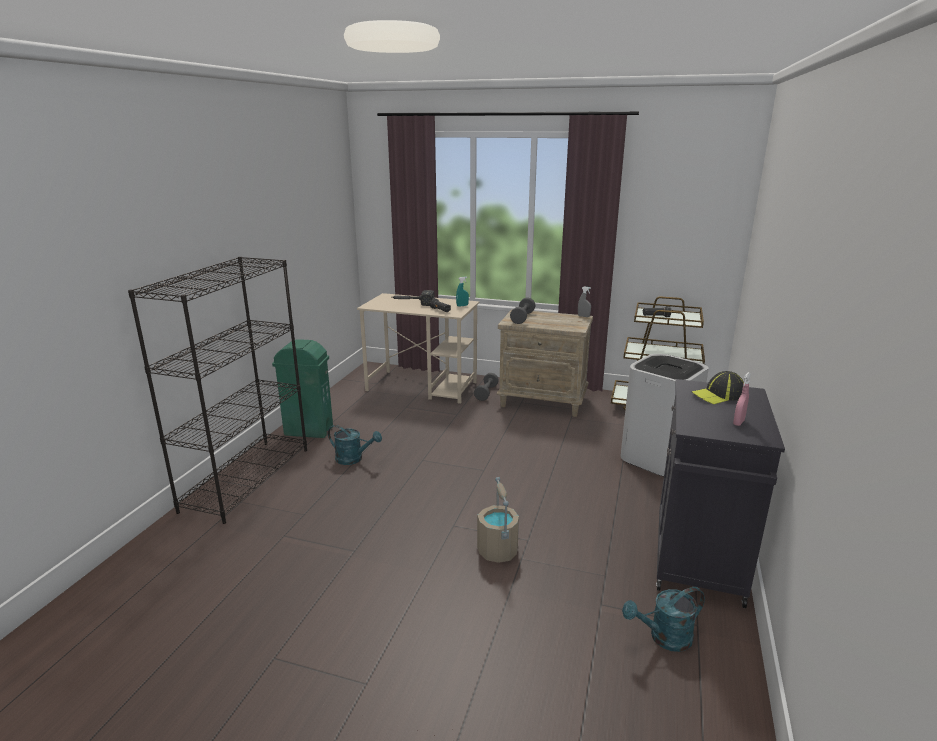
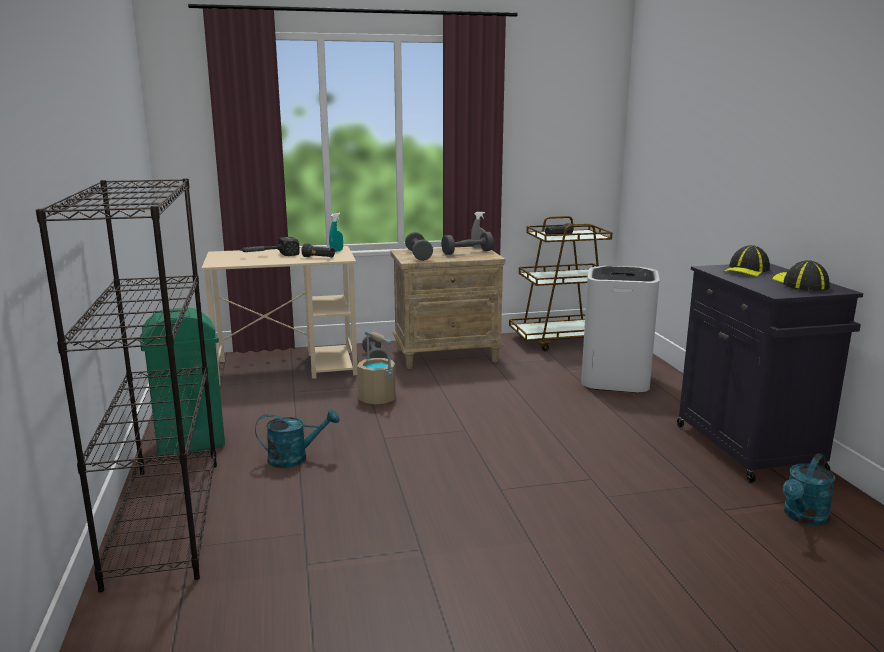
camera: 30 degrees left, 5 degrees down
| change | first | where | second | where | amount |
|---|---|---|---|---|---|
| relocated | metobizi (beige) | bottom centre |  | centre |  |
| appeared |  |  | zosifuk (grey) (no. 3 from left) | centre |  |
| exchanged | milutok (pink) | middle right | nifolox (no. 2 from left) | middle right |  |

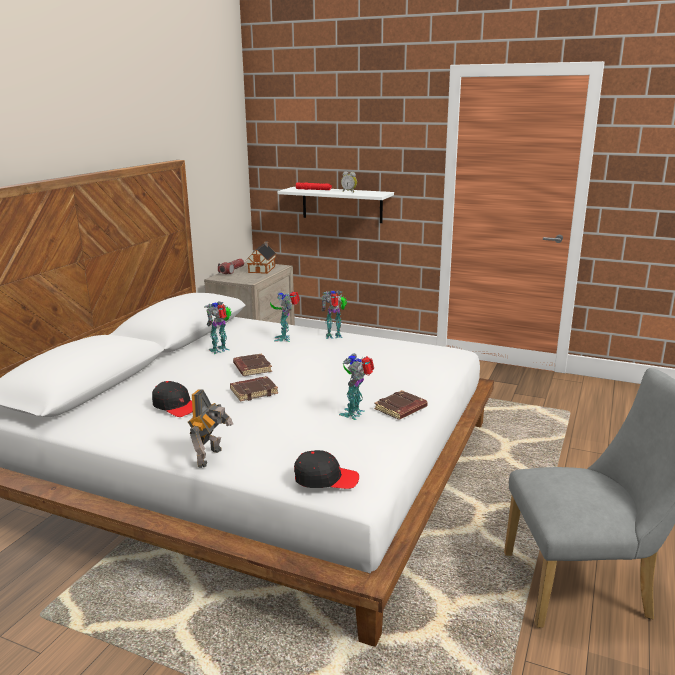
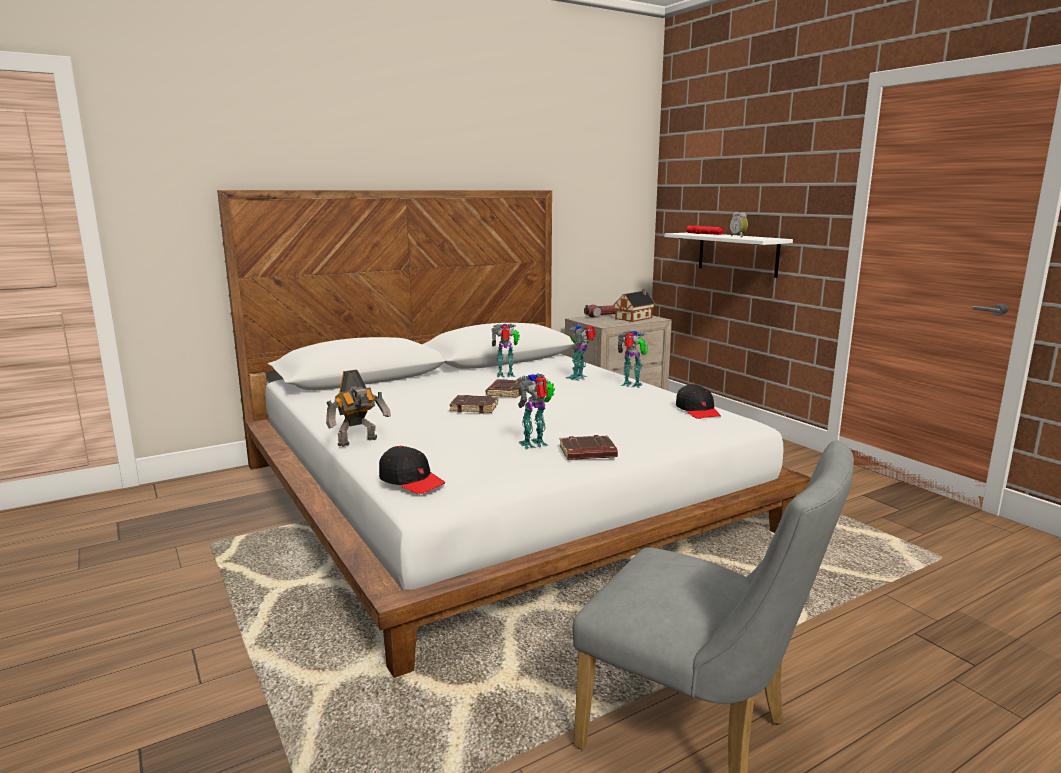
camera: 35 degrees right, 5 degrees down
| change | first | where | second | where | amount |
|---|---|---|---|---|---|
| relocated | nifolox (black) (no. 1 from left in the first image) | middle left | nifolox (black) (no. 2 from left) | centre |  |

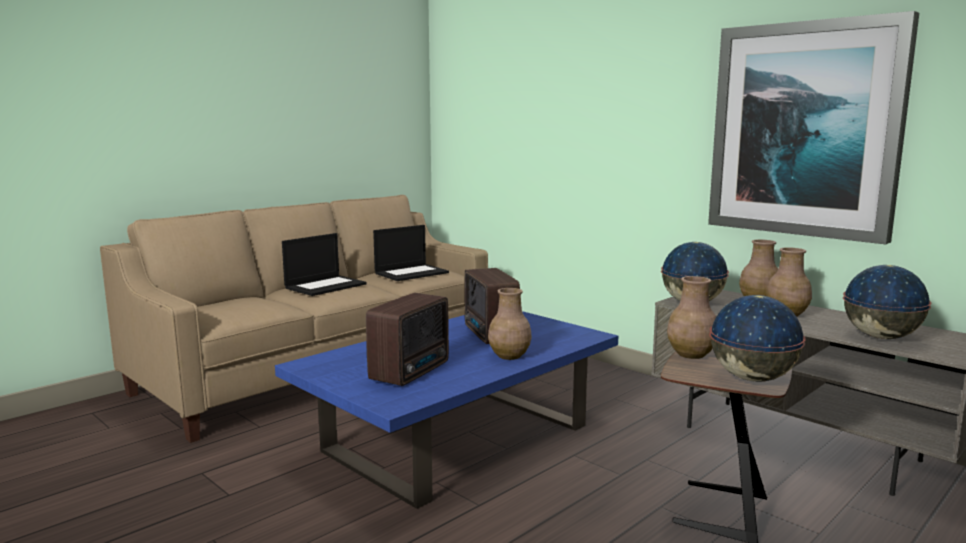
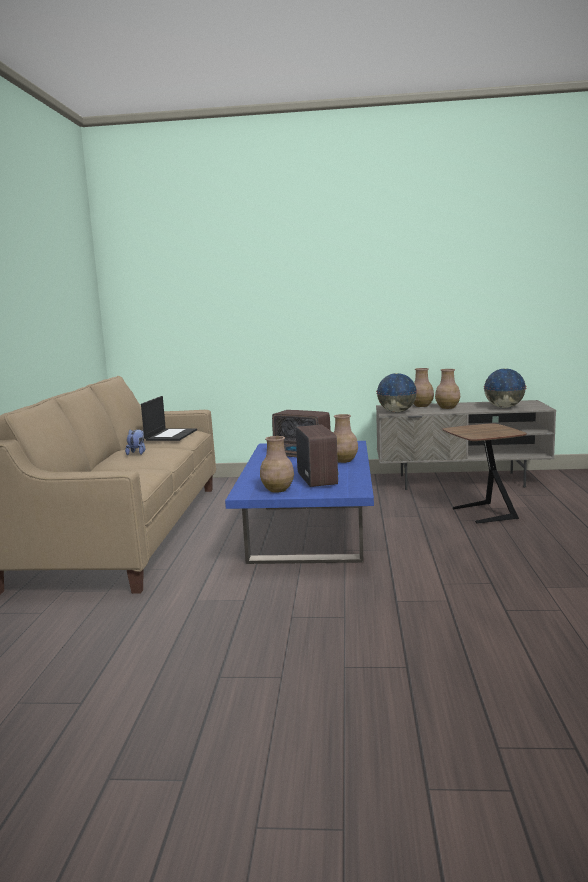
camera: 40 degrees left, 0 degrees up
| change | first | where | second | where | amount |
|---|---|---|---|---|---|
| exchanged | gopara (no. 1 from left) | centre | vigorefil | middle left |  |
| relocated | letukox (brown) (no. 2 from left in the first image) | middle right | letukox (brown) (no. 1 from left) | centre |  |
| missing | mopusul | top right |  |  |  |
| missing | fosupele (no. 2 from left) | middle right |  |  |  |

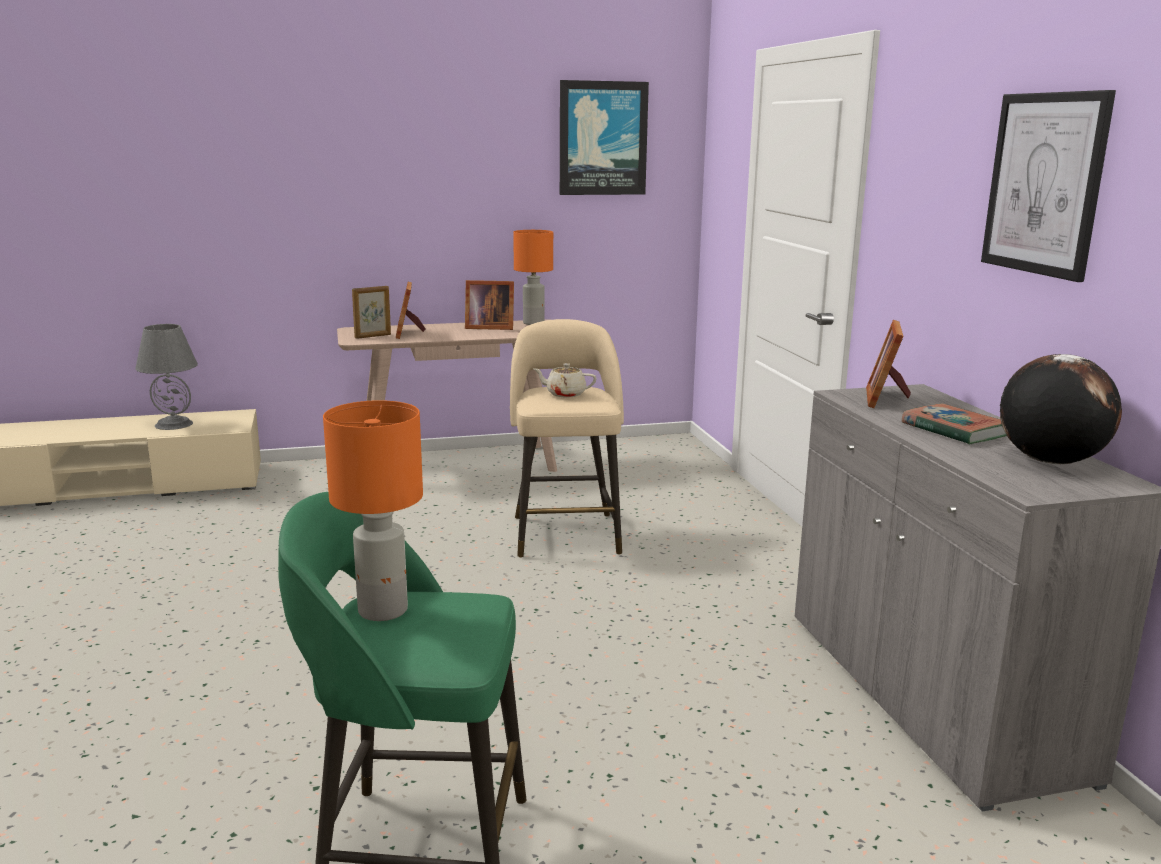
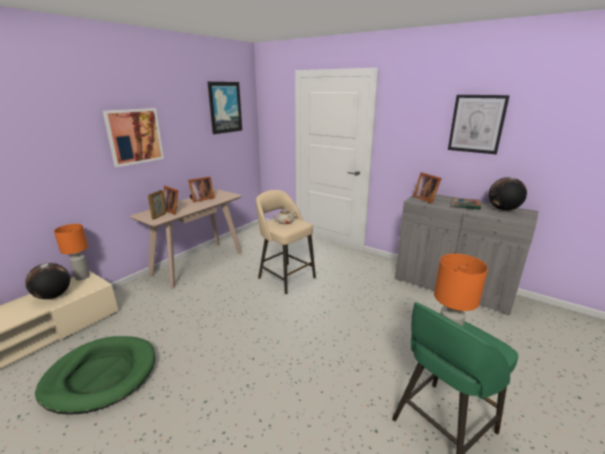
camera: 40 degrees left, 5 degrees up
| change | first | where | second | where | amount |
|---|---|---|---|---|---|
| exchanged | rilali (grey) | middle left | fosupele (no. 1 from left) | middle left |  |
| appeared |  |  | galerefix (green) | bottom left |  |
| relocated | rilali (orange) (no. 2 from left in the first image) | top centre | rilali (orange) (no. 1 from left) | middle left |  |
| appeared |  |  | mopusul (no. 1 from left) | top left |  |

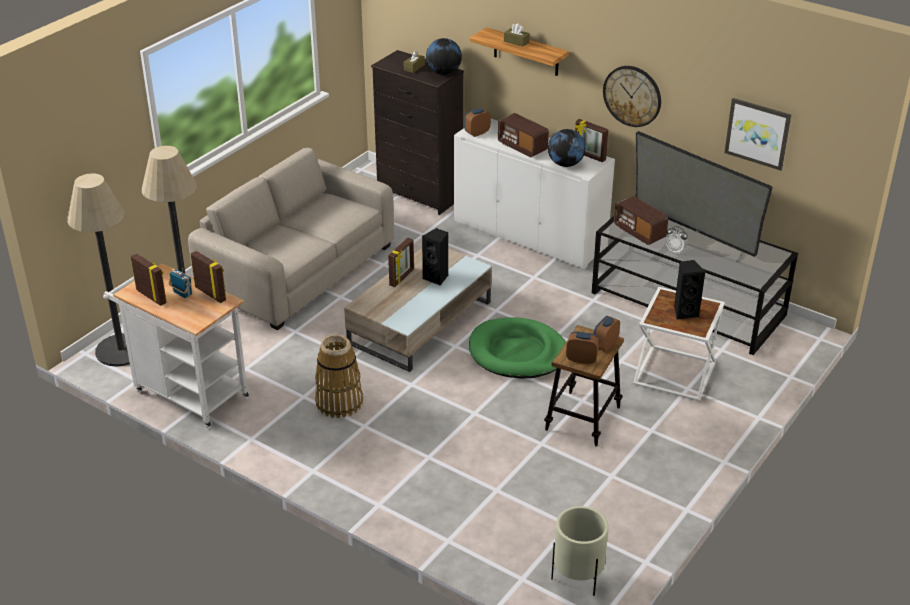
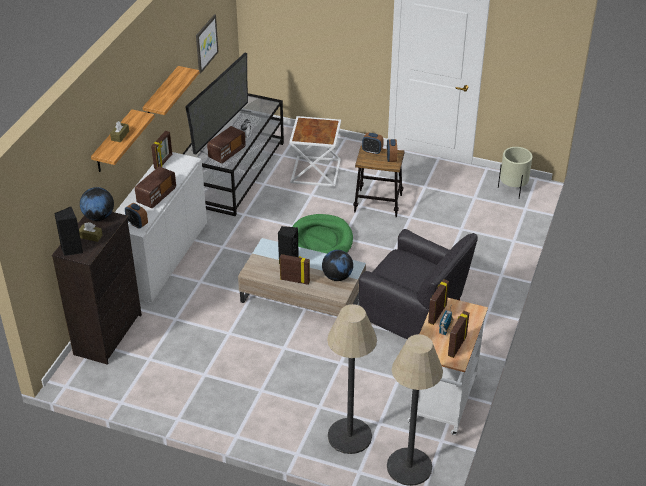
camera: 105 degrees left, 5 degrees up
| change | first | where | second | where | amount |
|---|---|---|---|---|---|
| relocated | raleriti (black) (no. 2 from left in the first image) | middle right | raleriti (black) (no. 1 from left) | middle left |  |
| exchanged | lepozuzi | top right | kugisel (no. 2 from left) | top left |  |
| relocated | fosupele (no. 2 from left) | top centre |  | centre |  |
| exchanged | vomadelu | centre | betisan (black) | centre |  |
| missing | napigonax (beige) | middle left |  |  |  |

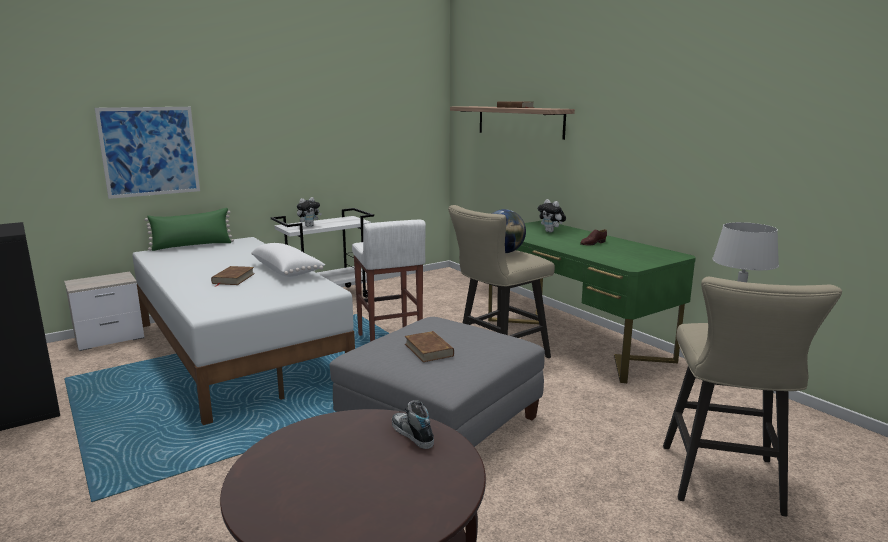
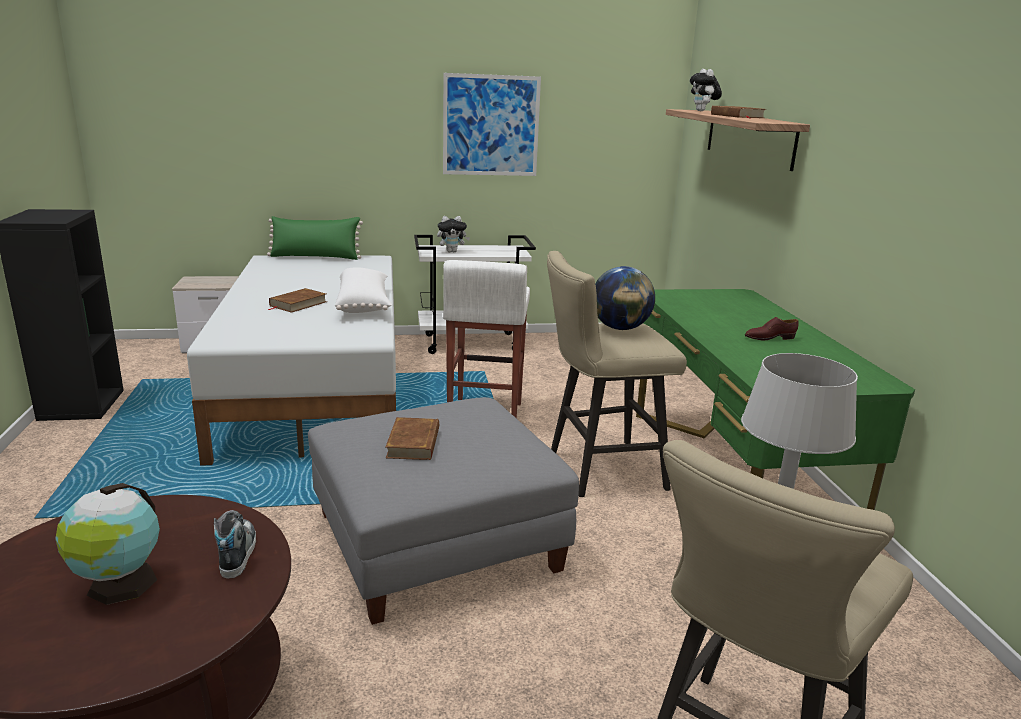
camera: 25 degrees right, 5 degrees up
| change | first | where | second | where | amount |
|---|---|---|---|---|---|
| appeared |  |  | fosupele (no. 1 from left) | bottom left |  |
| relocated | mopusul | top left |  | top centre |  |
| relocated | vigorefil (no. 2 from left) | centre |  | top right |  |

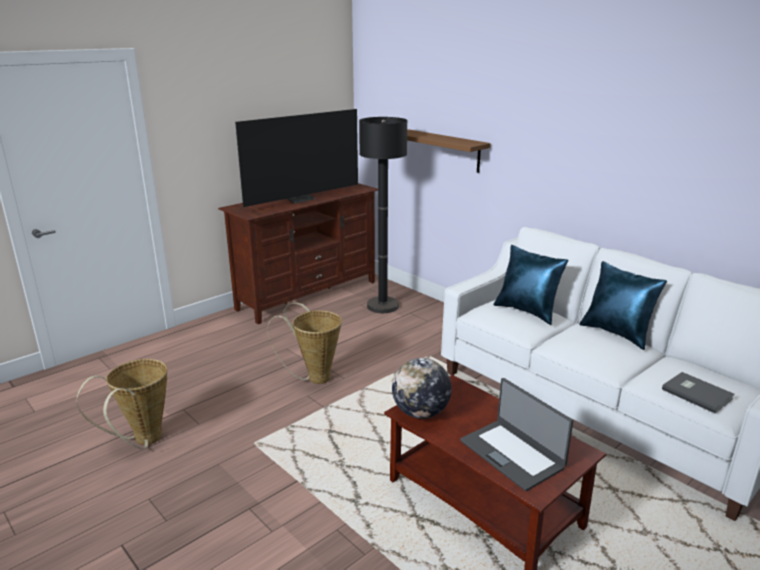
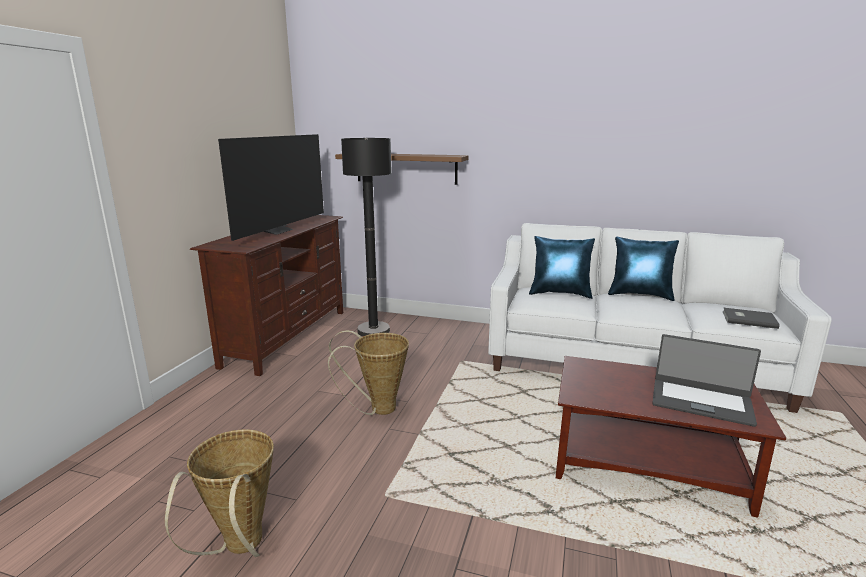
camera: 30 degrees left, 5 degrees down
| change | first | where | second | where | amount |
|---|---|---|---|---|---|
| missing | fosupele | bottom centre |  |  |  |

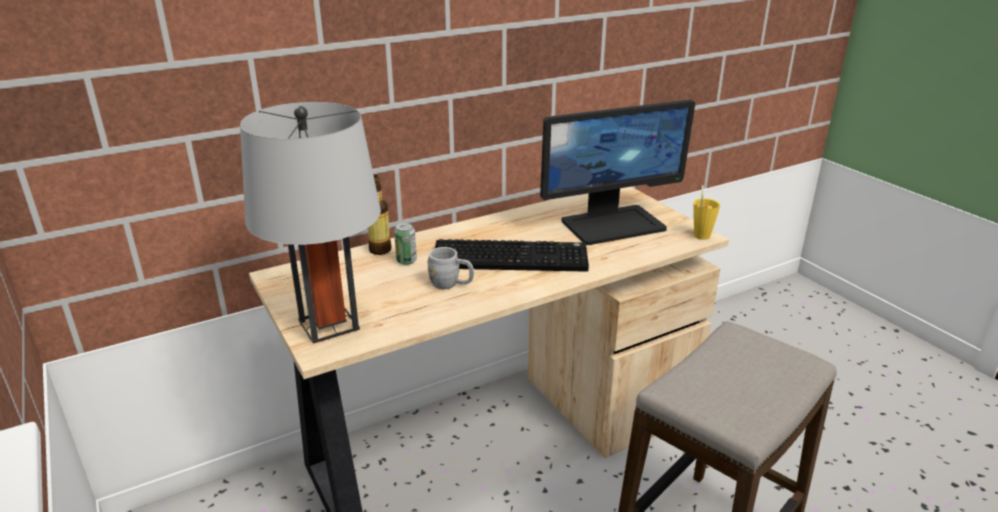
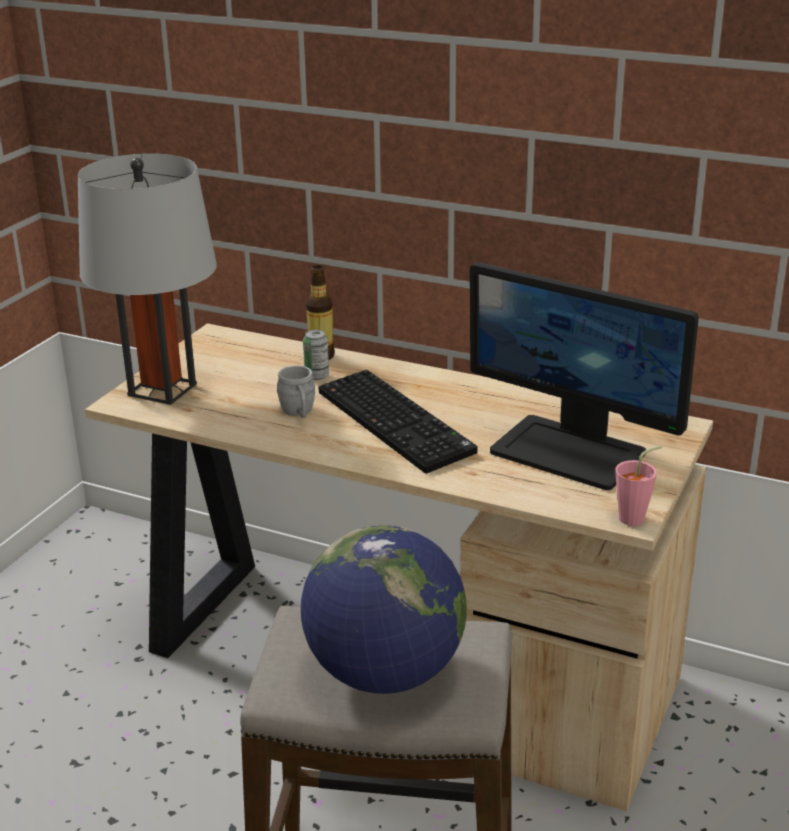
camera: 55 degrees right, 0 degrees up
| change | first | where | second | where | amount |
|---|---|---|---|---|---|
| appeared |  |  | fosupele | bottom centre |  |
| colour | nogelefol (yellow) | middle right | nogelefol (pink) | middle right |  |

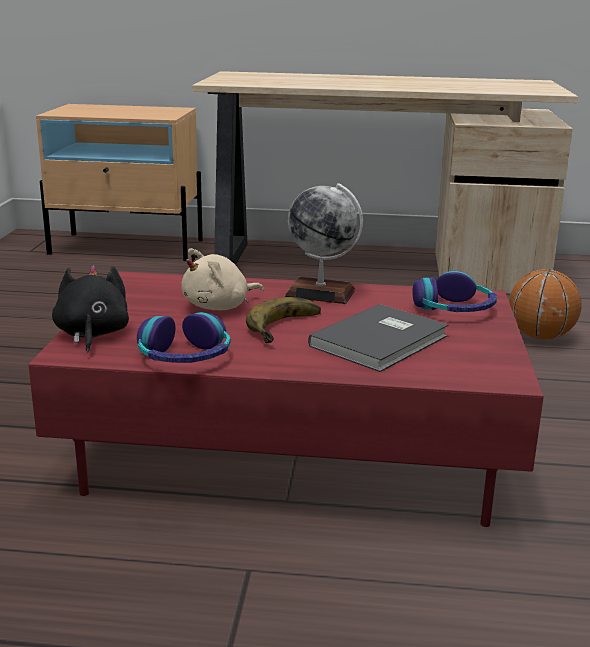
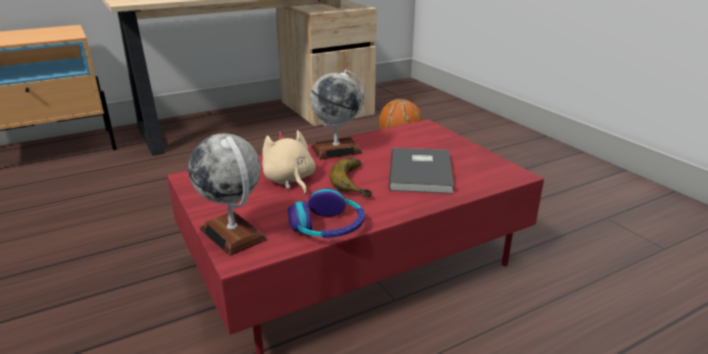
camera: 35 degrees left, 5 degrees up
| change | first | where | second | where | amount |
|---|---|---|---|---|---|
| exchanged | vigorefil (black) | middle left | fosupele (no. 1 from left) | middle left |  |
| spun | vigorefil (beige) | centre |  | centre | 135 degrees clockwise |
| missing | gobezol (no. 2 from left) | middle right |  |  |  |

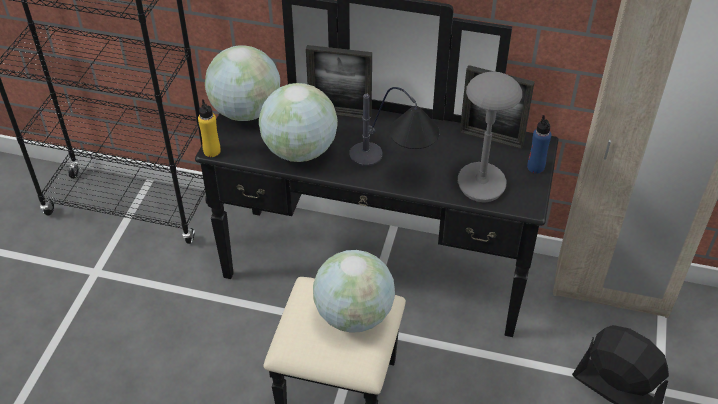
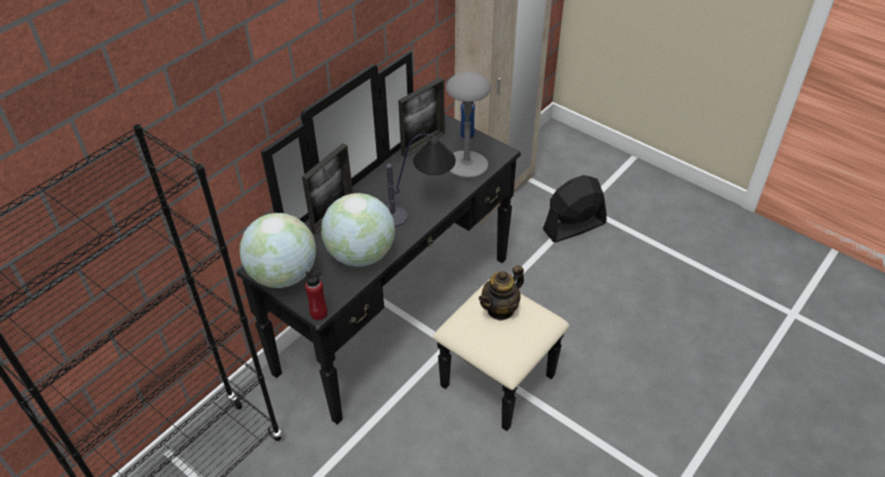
camera: 65 degrees left, 0 degrees up
| change | first | where | second | where | amount |
|---|---|---|---|---|---|
| colour | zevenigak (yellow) | top left | zevenigak (red) | centre |  |
| exchanged | fosupele (no. 3 from left) | bottom centre | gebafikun | centre |  |

